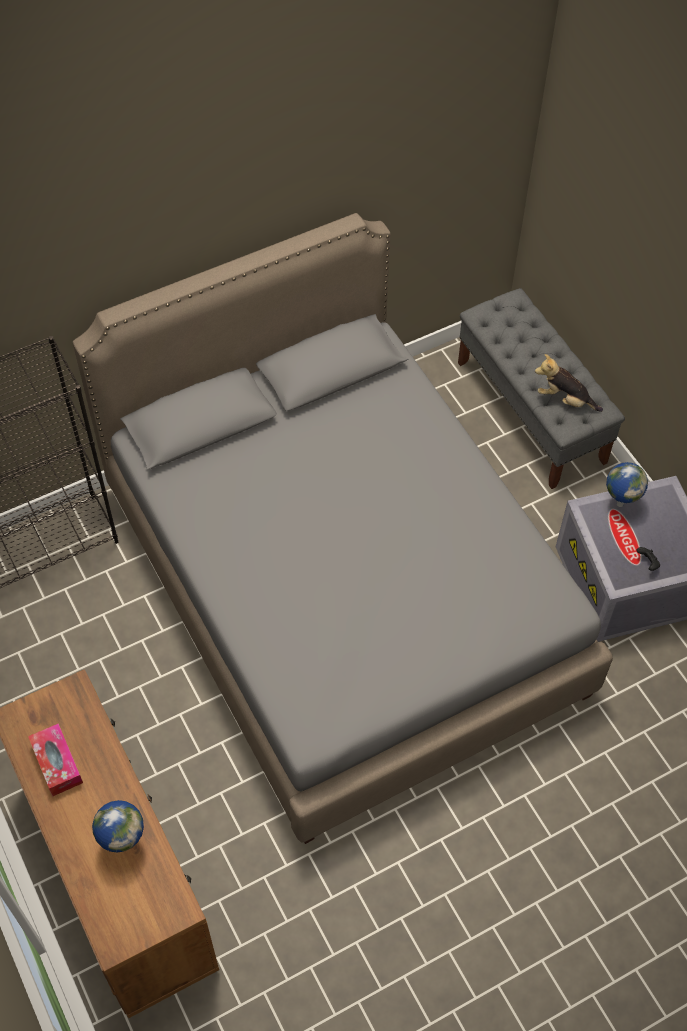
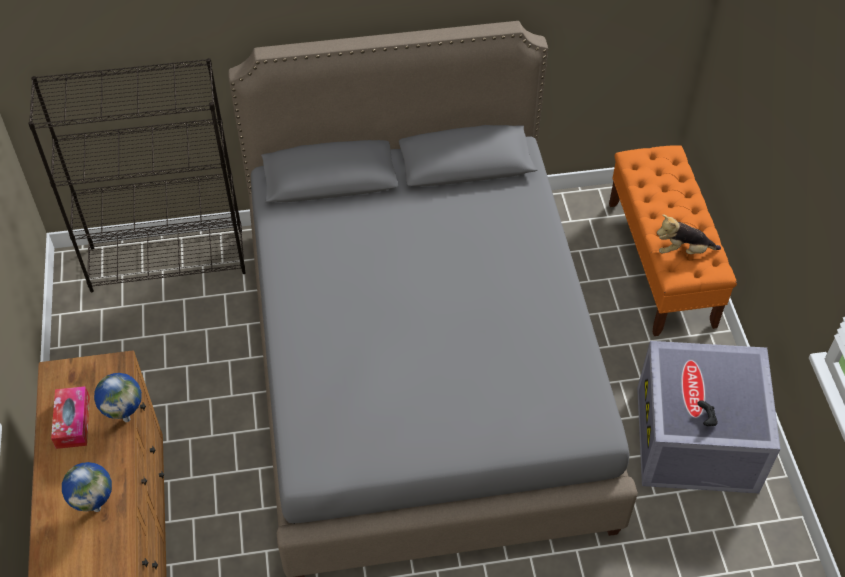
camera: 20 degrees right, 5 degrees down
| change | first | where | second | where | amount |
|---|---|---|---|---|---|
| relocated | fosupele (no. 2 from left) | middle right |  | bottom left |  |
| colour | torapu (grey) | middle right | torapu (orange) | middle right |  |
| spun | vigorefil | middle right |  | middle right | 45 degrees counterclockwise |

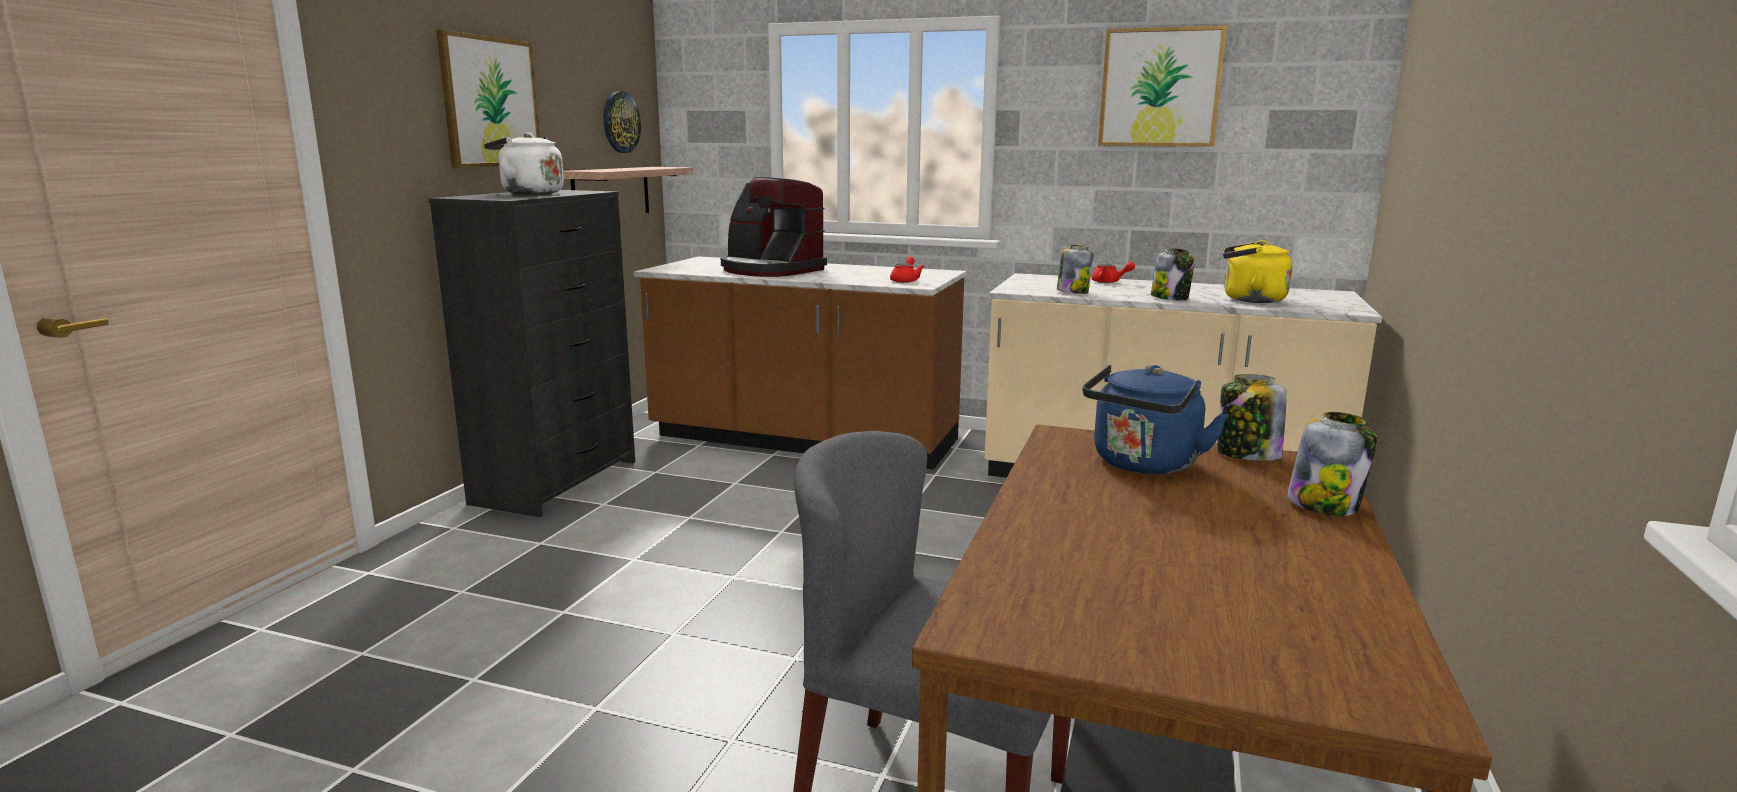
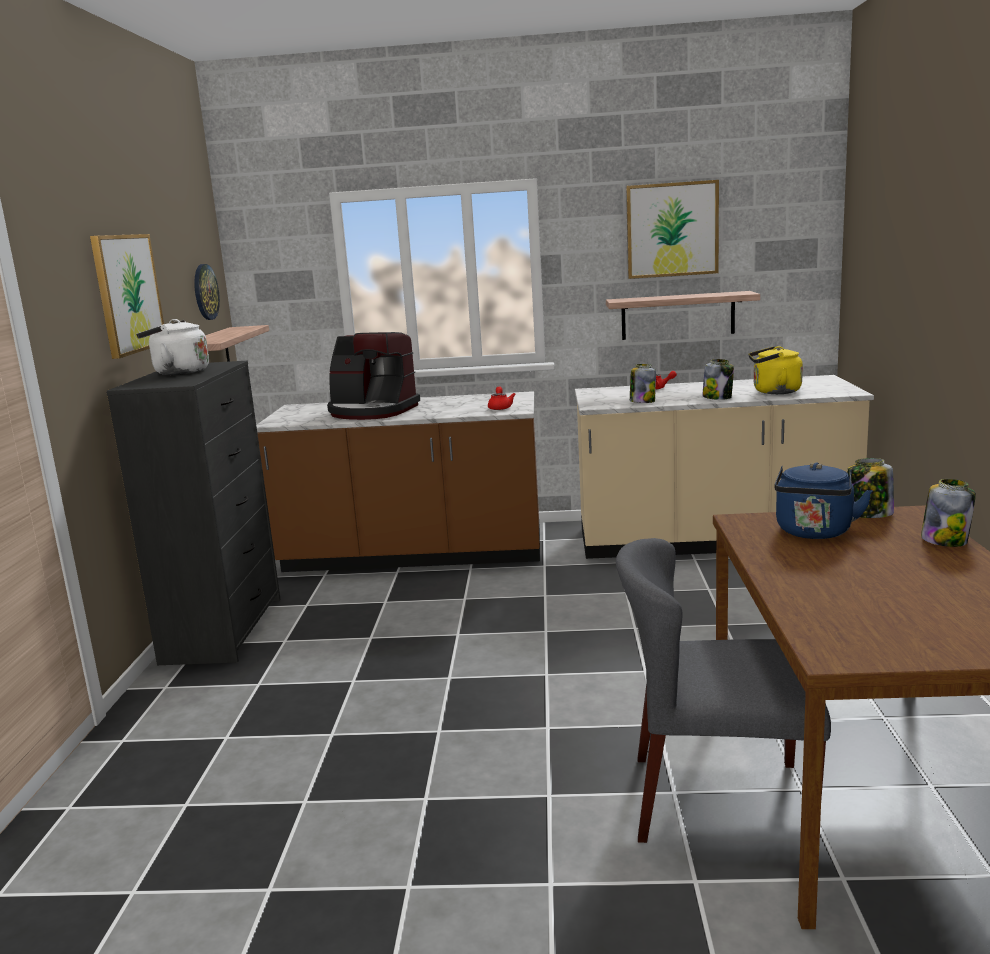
camera: 15 degrees left, 0 degrees up
| change | first | where | second | where | amount |
|---|---|---|---|---|---|
| appeared |  |  | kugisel (no. 2 from left) | top right |  |

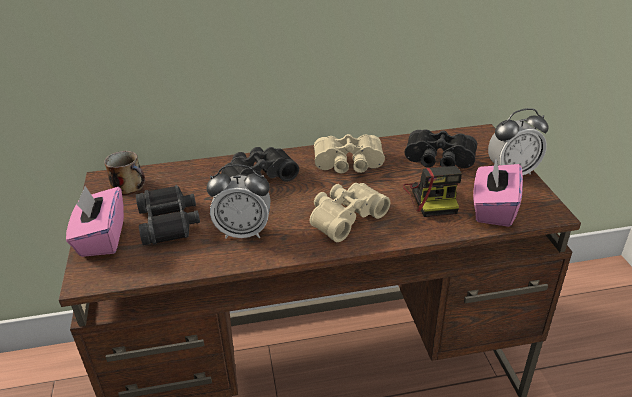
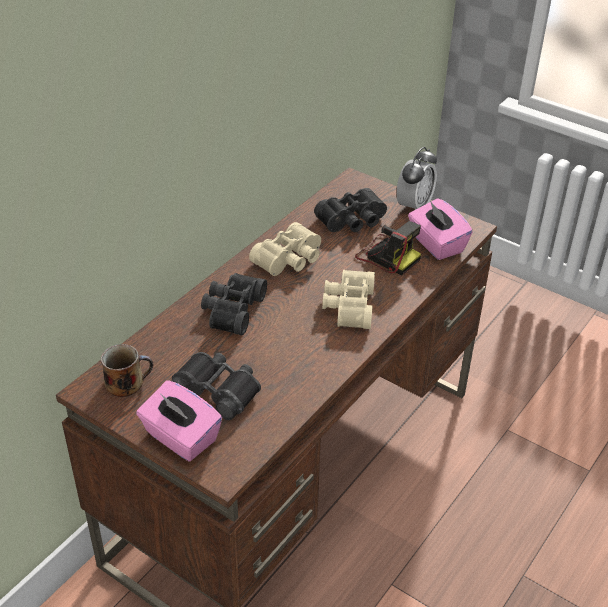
camera: 45 degrees left, 5 degrees up
| change | first | where | second | where | amount |
|---|---|---|---|---|---|
| missing | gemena (no. 1 from left) | centre |  |  |  |

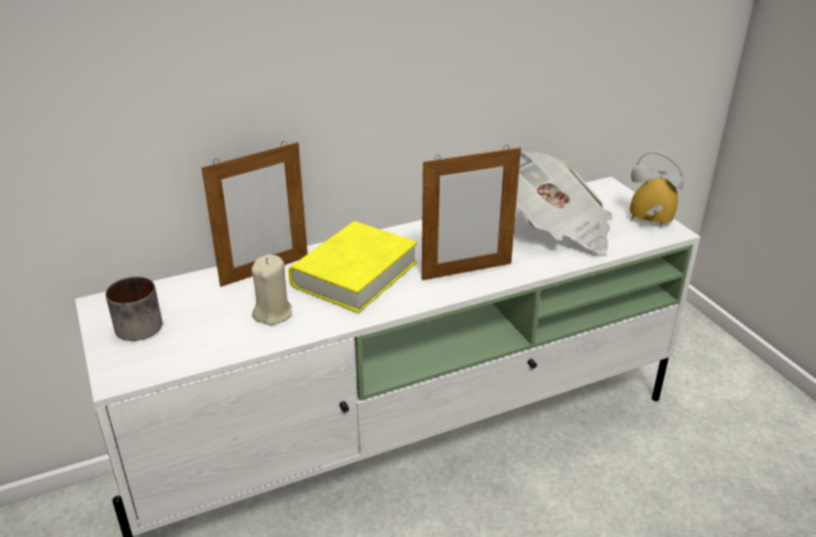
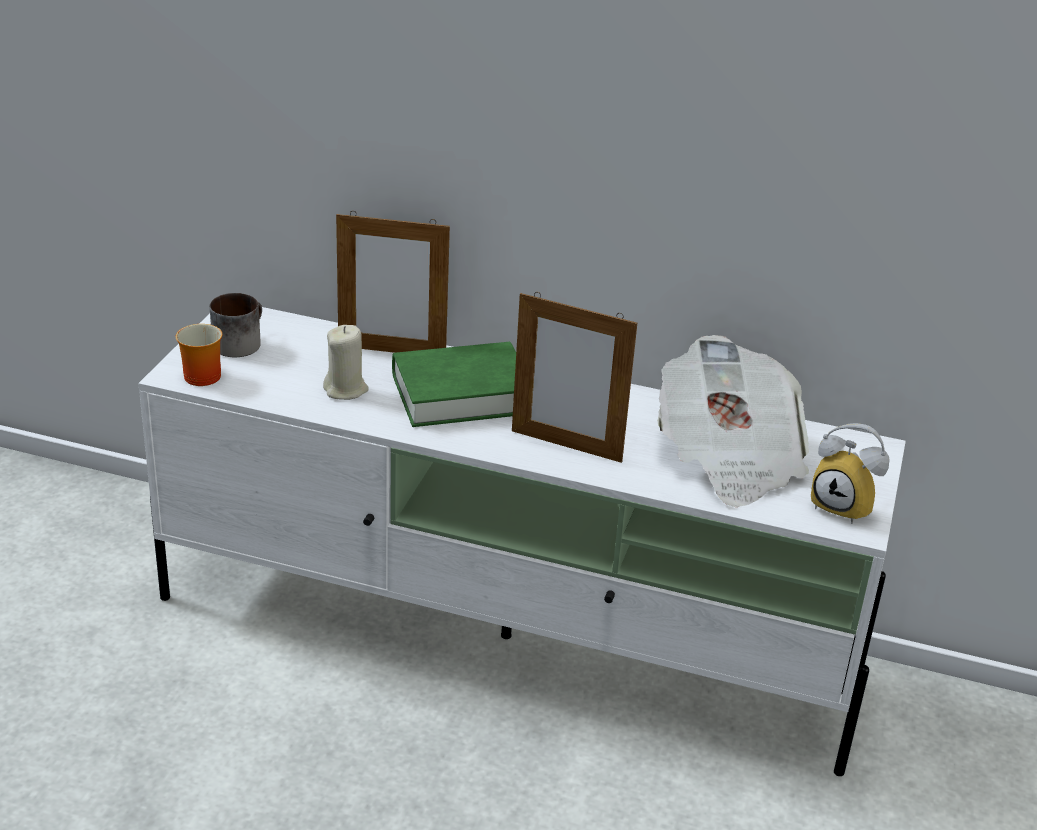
camera: 40 degrees right, 0 degrees up
| change | first | where | second | where | amount |
|---|---|---|---|---|---|
| appeared |  |  | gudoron (no. 1 from left) | middle left |  |
| colour | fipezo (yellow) | centre | fipezo (green) | centre |  |
| spun | gemena | middle right |  | middle right | 150 degrees clockwise |

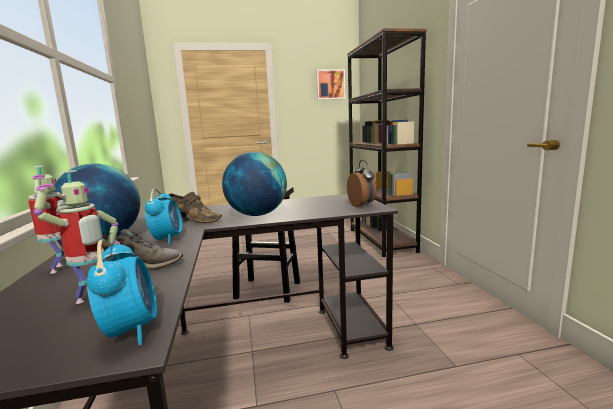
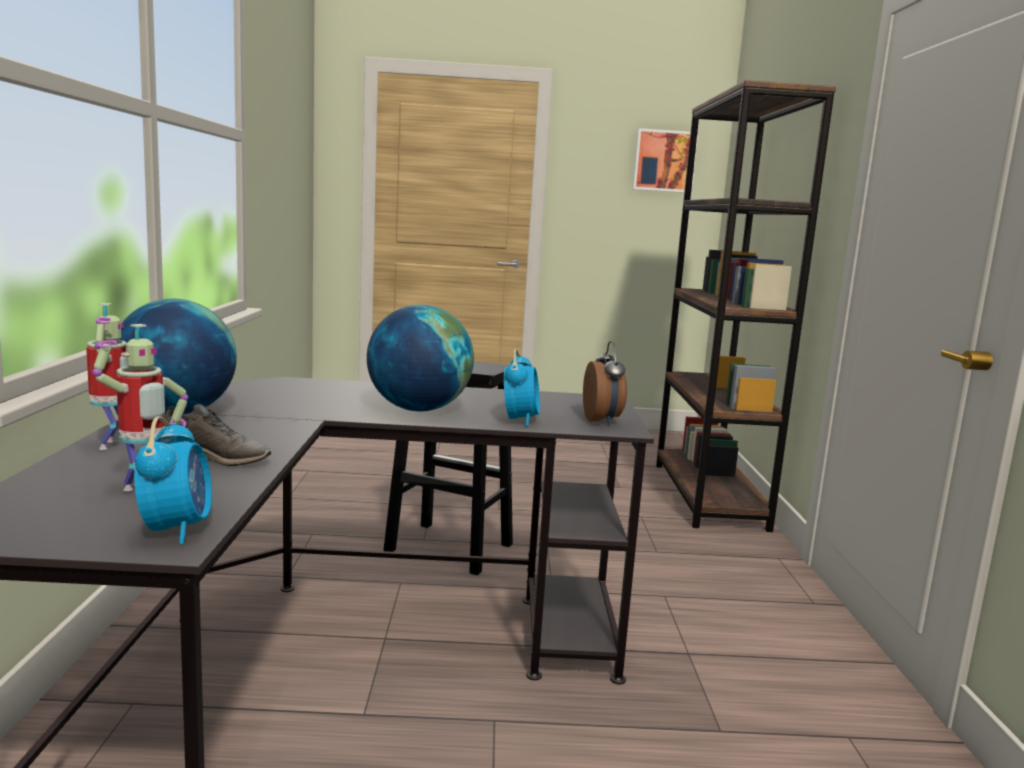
camera: 10 degrees right, 0 degrees up
| change | first | where | second | where | amount |
|---|---|---|---|---|---|
| relocated | gemena (no. 2 from left) | middle left |  | centre |  |
| missing | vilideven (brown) | middle left |  |  |  |

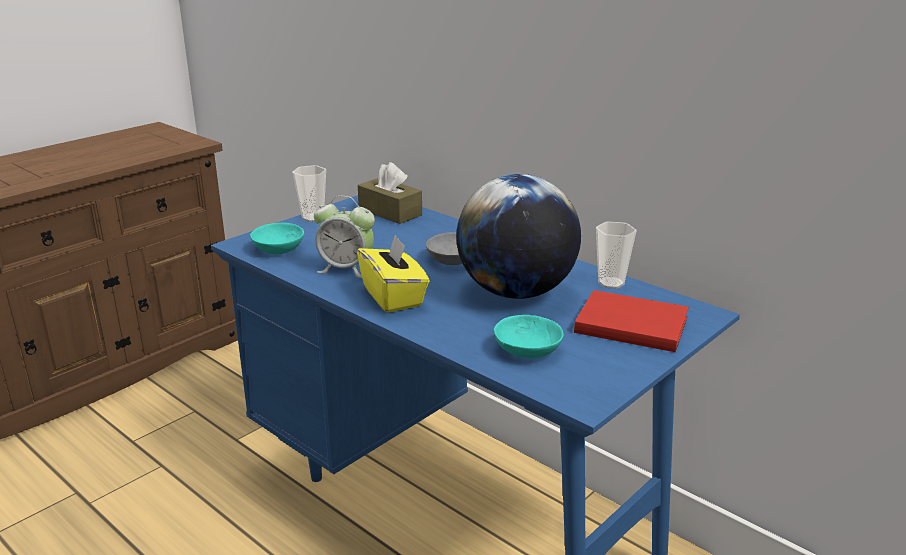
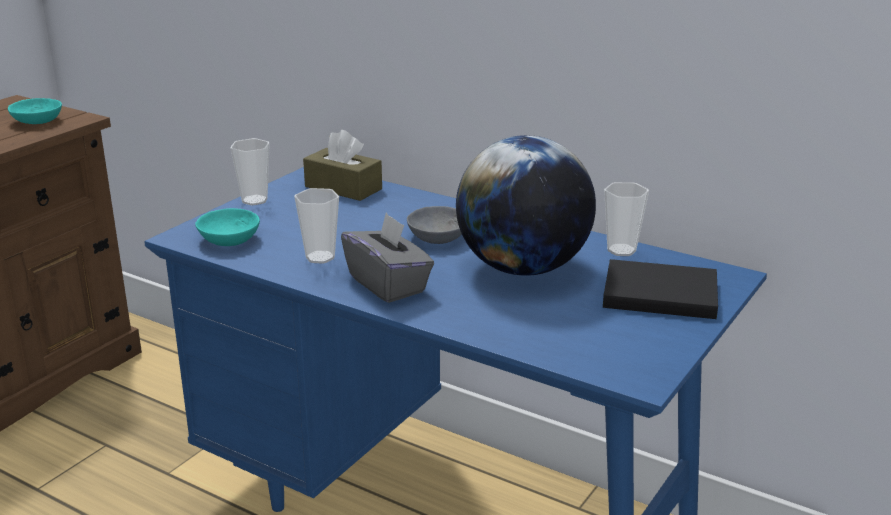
camera: 10 degrees left, 0 degrees up
| change | first | where | second | where | amount |
|---|---|---|---|---|---|
| relocated | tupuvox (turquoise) (no. 2 from left in the first image) | centre | tupuvox (turquoise) (no. 1 from left) | top left |  |
| exchanged | gemena | centre | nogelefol (no. 2 from left) | centre |  |
| colour | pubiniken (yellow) | centre | pubiniken (grey) | centre |  |
| colour | fipezo (red) | middle right | fipezo (black) | middle right |  |

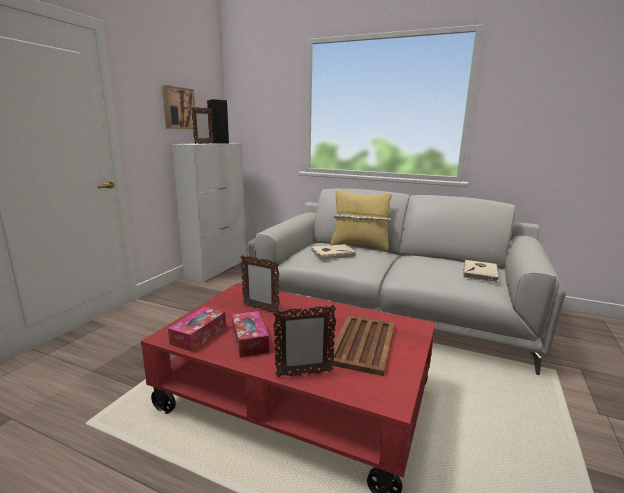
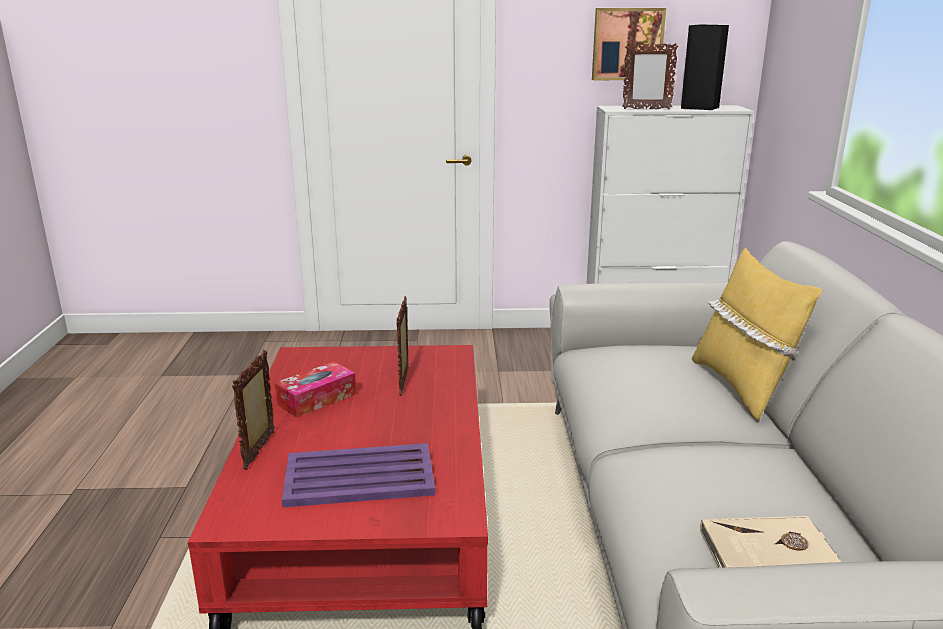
camera: 65 degrees right, 5 degrees up
| change | first | where | second | where | amount |
|---|---|---|---|---|---|
| spun | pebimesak (no. 3 from left in the first image) | bottom centre | pebimesak (no. 1 from left) | middle left | 45 degrees clockwise |
| colour | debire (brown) | bottom centre | debire (purple) | bottom centre |  |
| missing | pubiniken (no. 1 from left) | bottom left |  |  |  |
| missing | fipezo (beige) (no. 1 from left) | centre |  |  |  |

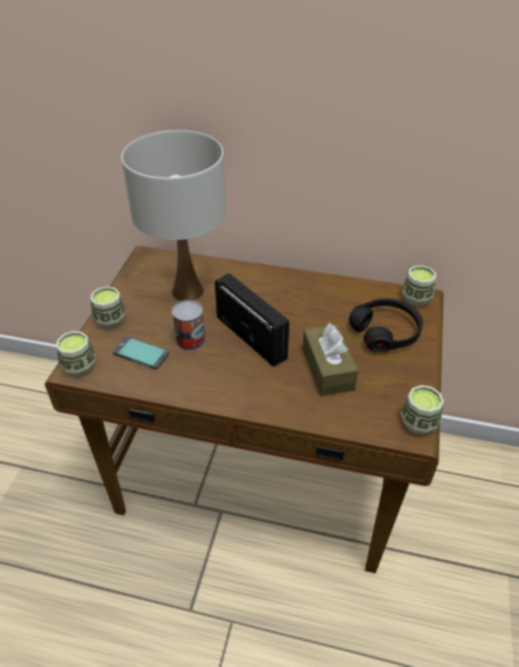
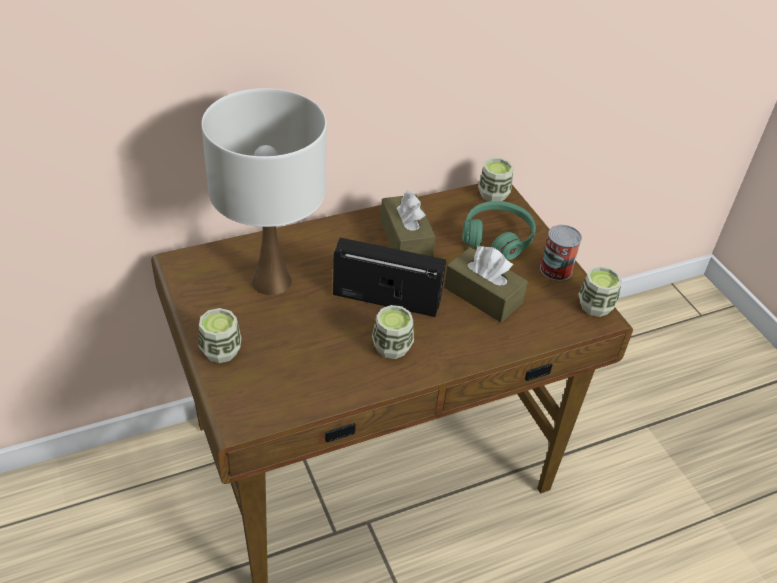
camera: 40 degrees left, 0 degrees up
| change | first | where | second | where | amount |
|---|---|---|---|---|---|
| relocated | nogelefol (no. 1 from left in the first image) | middle left | nogelefol (no. 2 from left) | centre |  |
| appeared |  |  | pubiniken (brown) (no. 1 from left) | centre |  |
| colour | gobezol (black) | middle right | gobezol (green) | centre |  |
| relocated | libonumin | centre |  | middle right |  |
| missing | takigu | middle left |  |  |  |

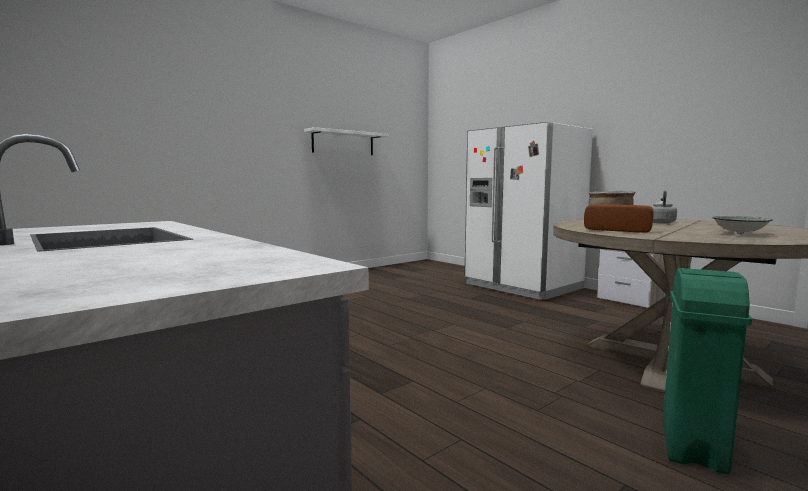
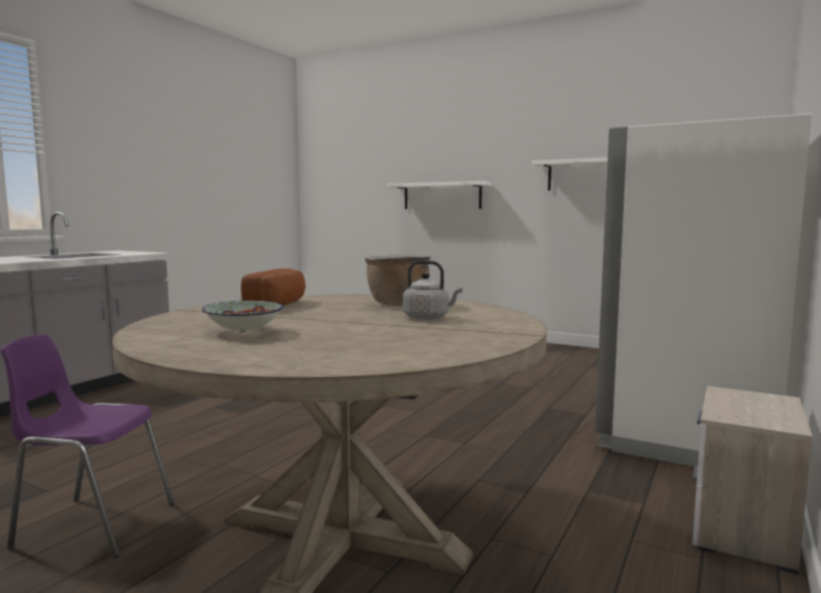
camera: 70 degrees right, 0 degrees up
| change | first | where | second | where | amount |
|---|---|---|---|---|---|
| exchanged | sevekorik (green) | bottom right | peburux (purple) | bottom left |  |
| appeared |  |  | kugisel (white) (no. 1 from left) | top centre |  |

